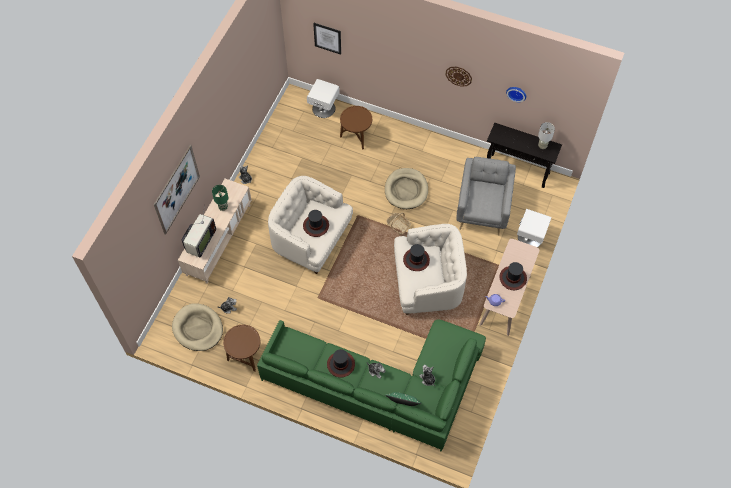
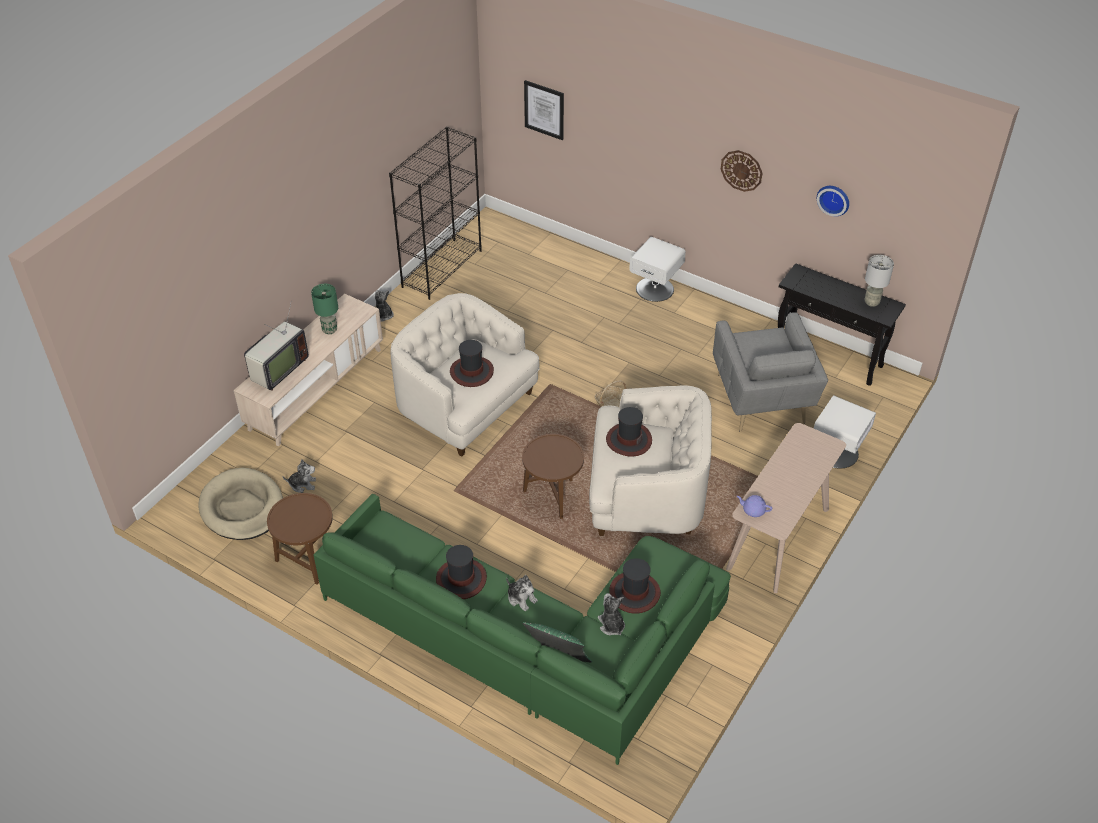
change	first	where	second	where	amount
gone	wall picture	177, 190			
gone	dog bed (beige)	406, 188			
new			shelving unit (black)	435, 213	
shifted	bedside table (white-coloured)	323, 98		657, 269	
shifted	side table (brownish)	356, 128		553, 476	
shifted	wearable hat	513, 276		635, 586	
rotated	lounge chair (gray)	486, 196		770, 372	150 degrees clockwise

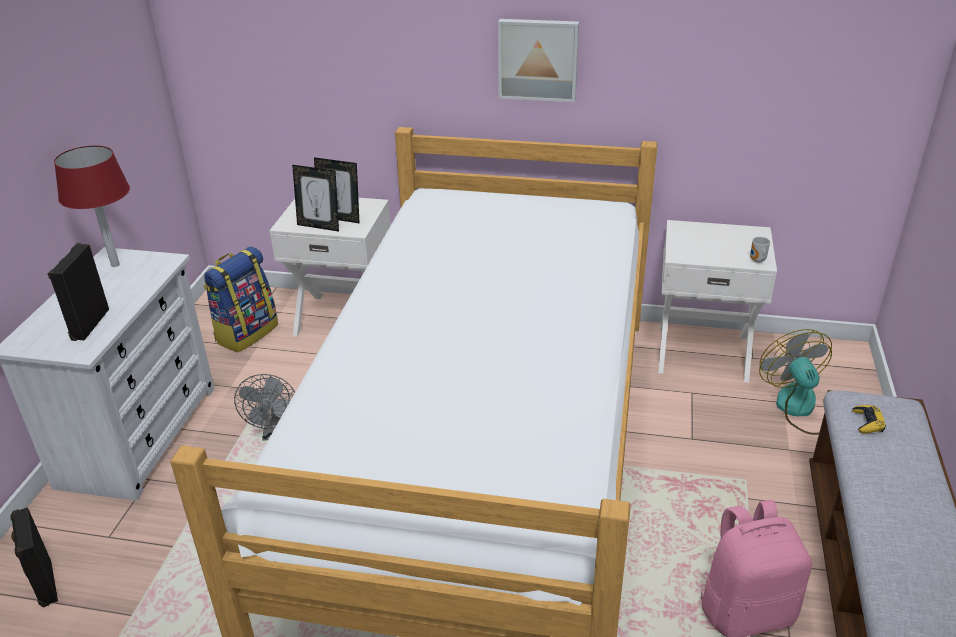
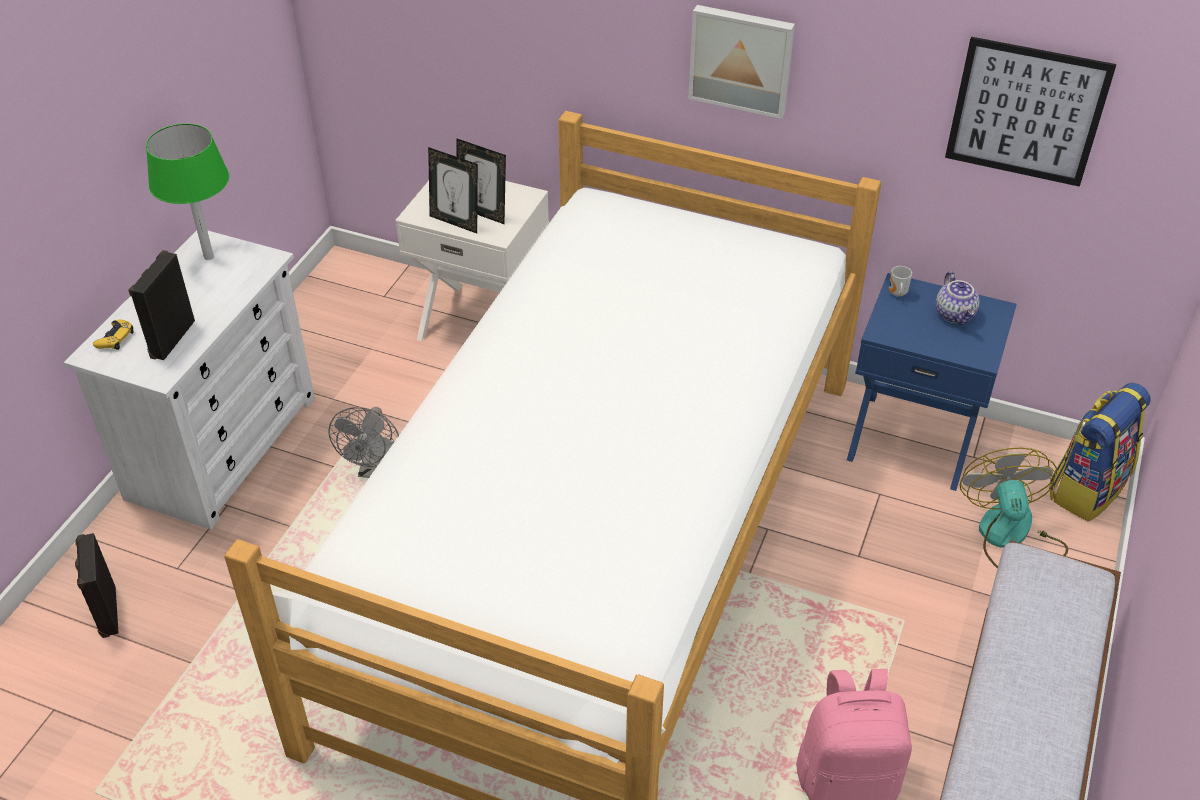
change	first	where	second	where	amount
new			teapot	958, 298	
new			wall picture	1031, 112	
shifted	knapsack	240, 299		1100, 452	
shifted	tea mug	760, 250		900, 281	
shifted	gamepad (yellowish)	869, 419		113, 334	
repainted	lamp for a table (reddish)	92, 206	lamp for a table (green)	187, 191	
repainted	bedside table (white-coloured)	717, 301	bedside table (bluish)	932, 382	

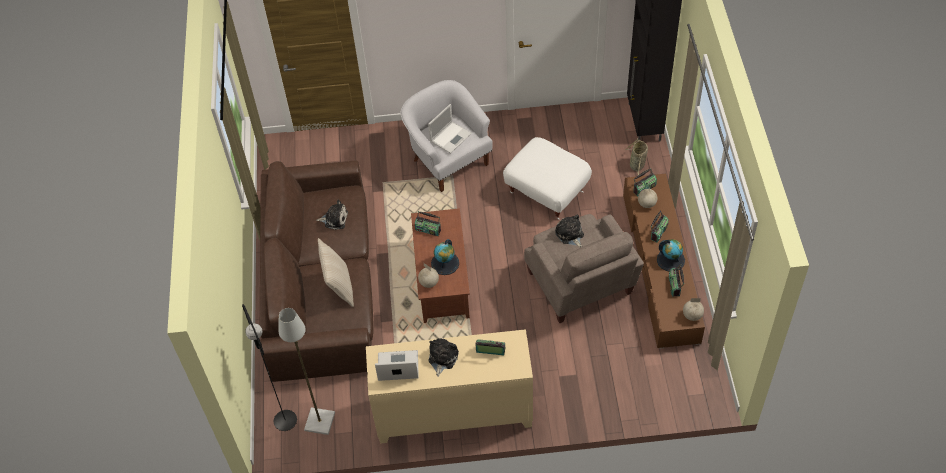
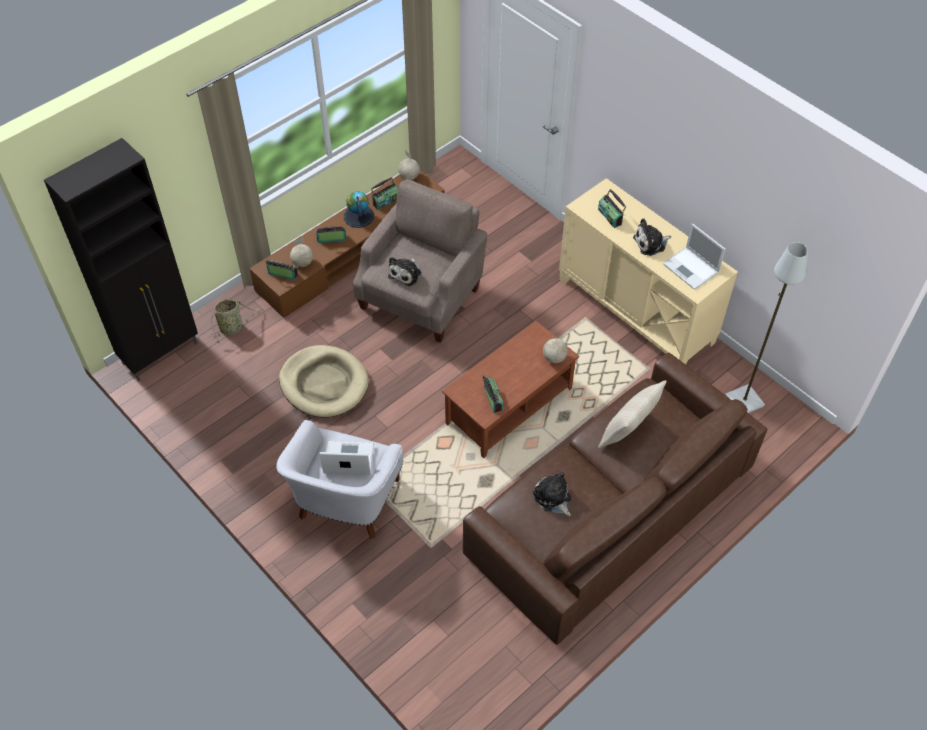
change	first	where	second	where	amount
gone	standing lamp (black)	269, 367			
gone	world globe	445, 257			
swapped	pouffe (white-coloured)	547, 178	dog bed (beige)	324, 381	

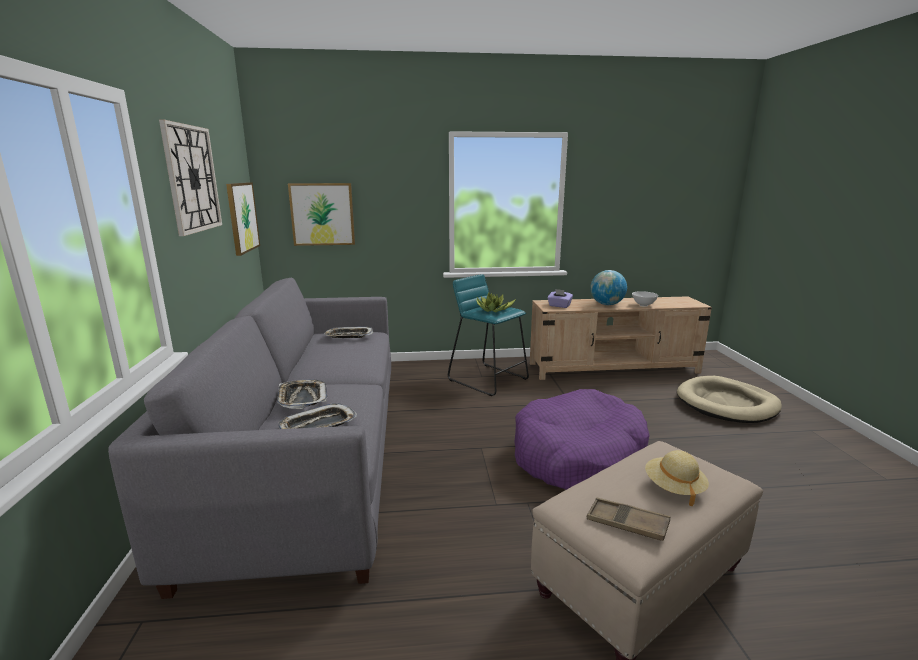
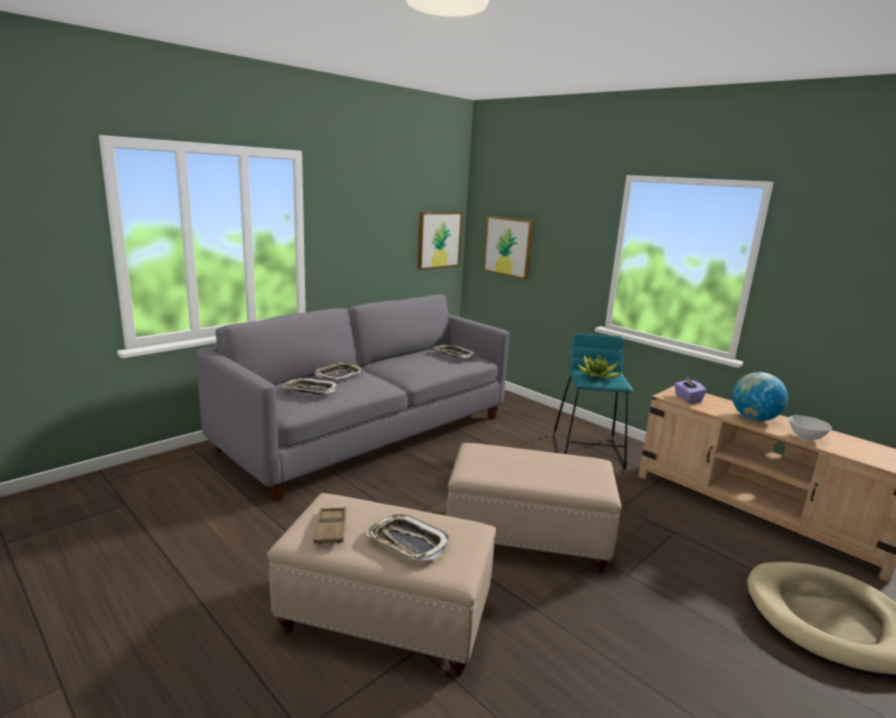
change	first	where	second	where	amount
gone	wall clock	190, 178			
swapped	dog bed (purple-coloured)	582, 439	pouffe (beige)	534, 508	
swapped	wearable hat (beige)	677, 478	tray	408, 537	

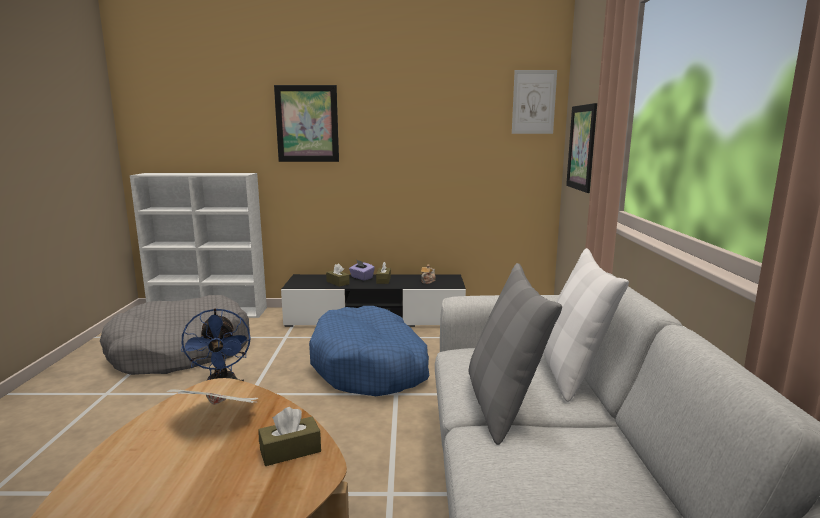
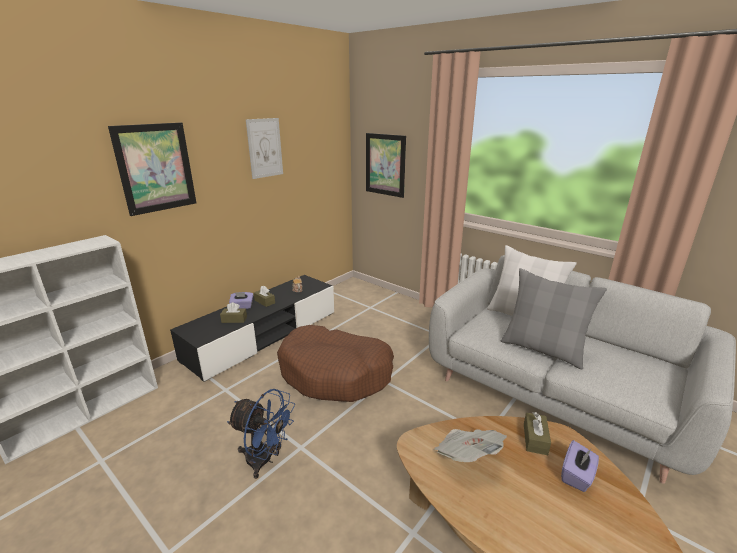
change	first	where	second	where	amount
gone	dog bed (gray)	175, 335			
new			tissue holder (purple-coloured)	580, 466	
shifted	wall picture	534, 102		264, 148	
repainted	dog bed (bluish)	369, 351	dog bed (brownish)	335, 363	

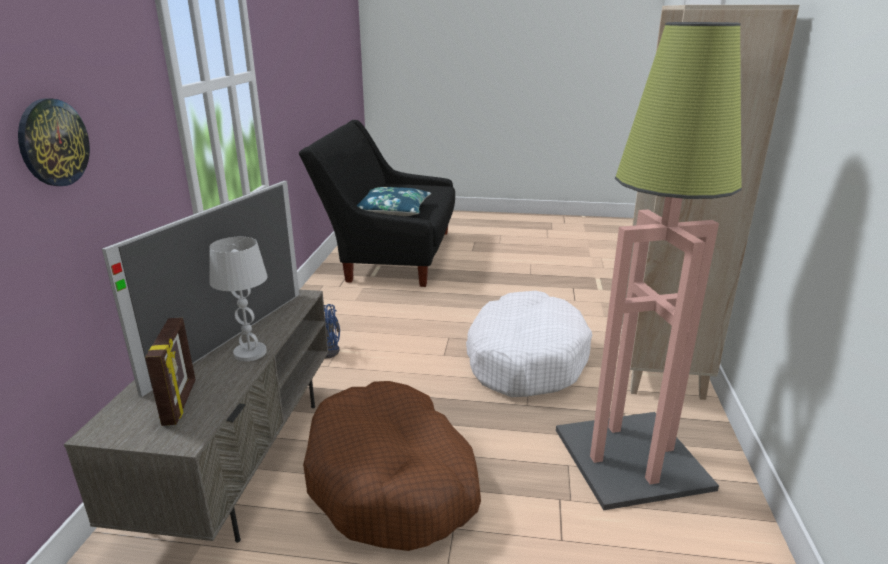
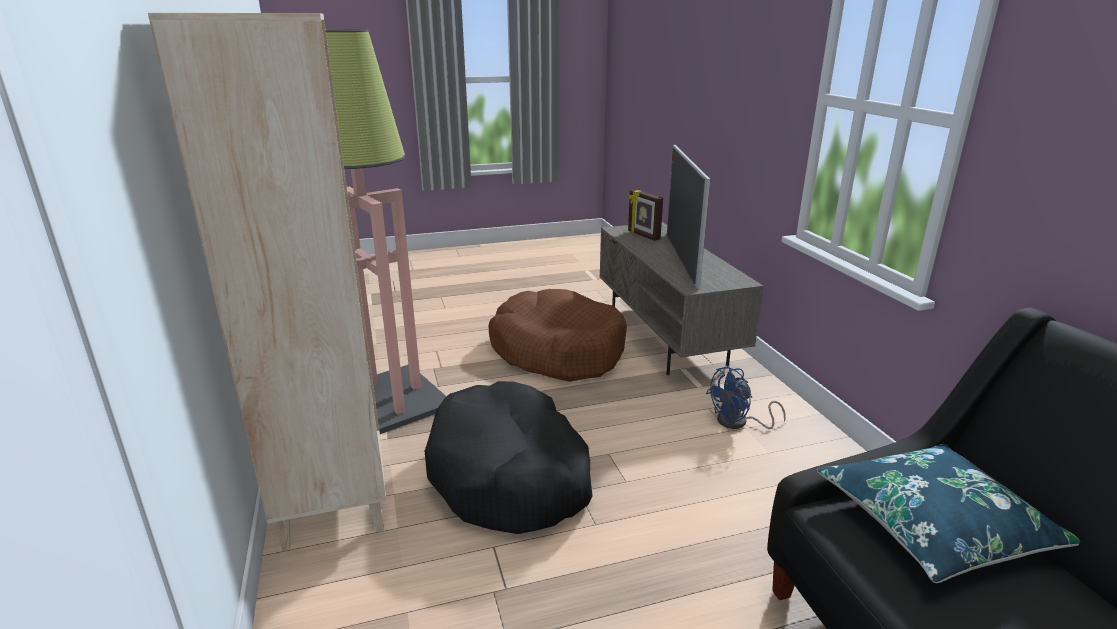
change	first	where	second	where	amount
gone	wall clock	54, 142			
gone	lamp for a table (white-coloured)	238, 299			
repainted	dog bed (white-coloured)	529, 344	dog bed (black)	509, 457	

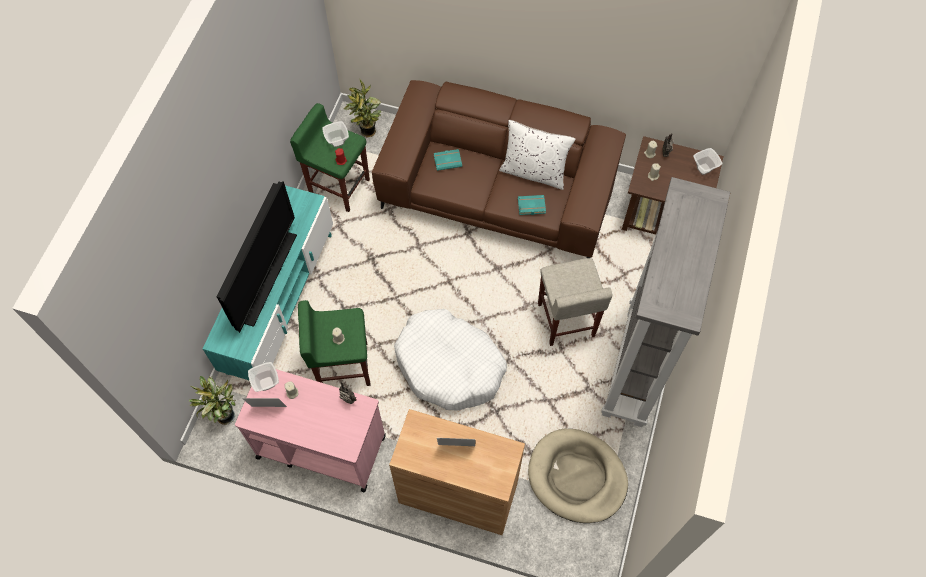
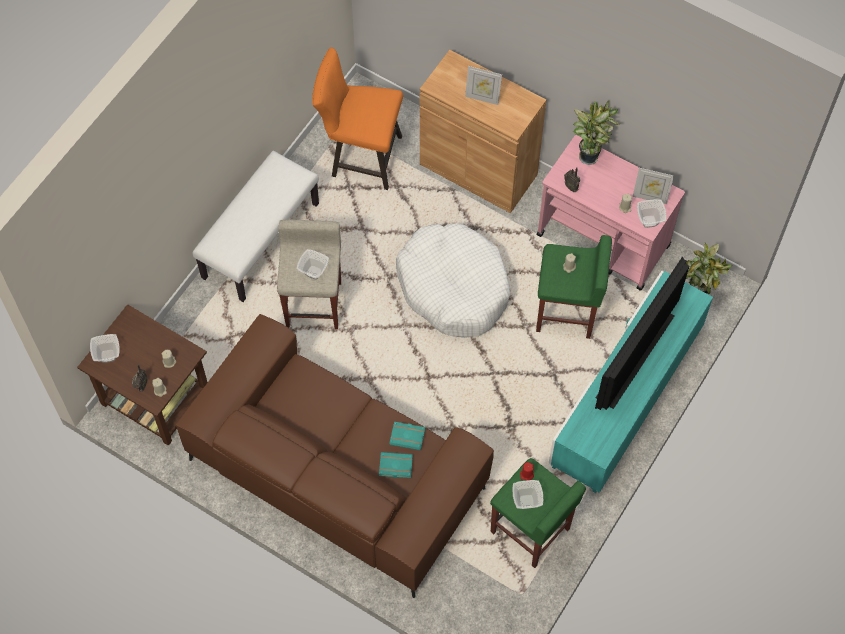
change	first	where	second	where	amount
gone	pillow (white-coloured)	537, 155			
new			bowl	312, 264	
shifted	houseplant	362, 108		597, 133	
shifted	book (turquoise-coloured)	532, 205		407, 436	
swapped	dog bed (beige)	578, 476	sitting stool (orange)	357, 118	
swapped	shelving unit (gray)	666, 302	indoor bench (white-coloured)	255, 226	

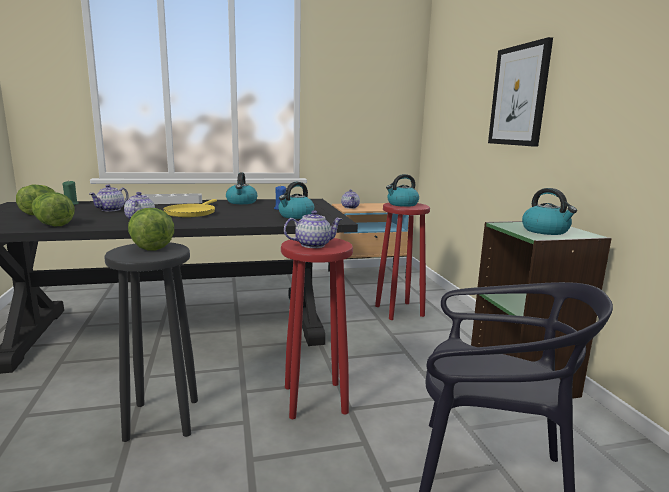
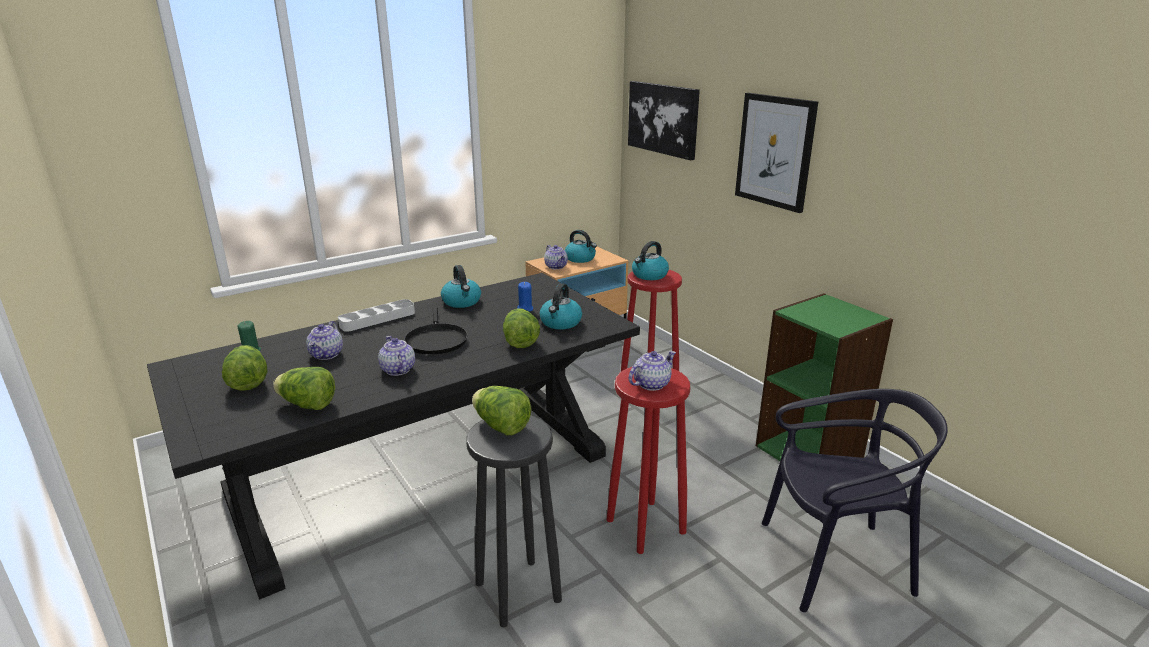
change	first	where	second	where	amount
new			head of lettuce	521, 328	
new			wall picture	664, 120	
shifted	kettle	549, 211		581, 246	
repainted	pan (yellowish)	190, 208	pan (black)	436, 331	

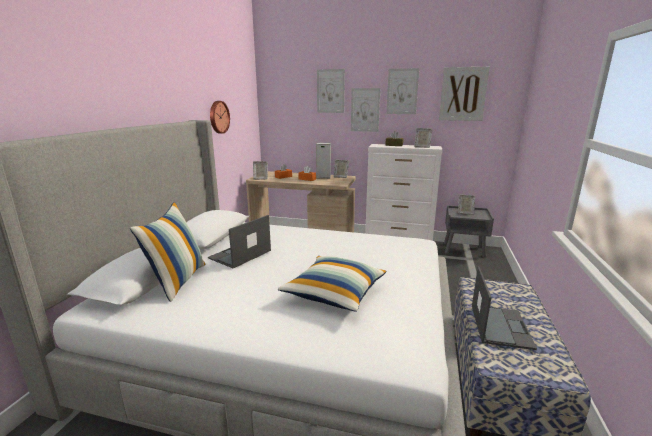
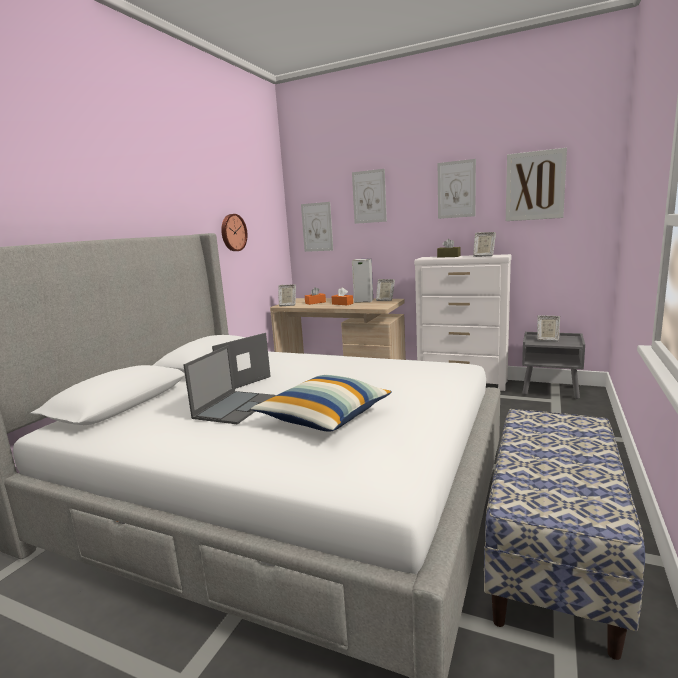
change	first	where	second	where	amount
gone	pillow	168, 252			
shifted	wall picture	365, 110		317, 227	
shifted	notebook computer	504, 308		229, 385	

